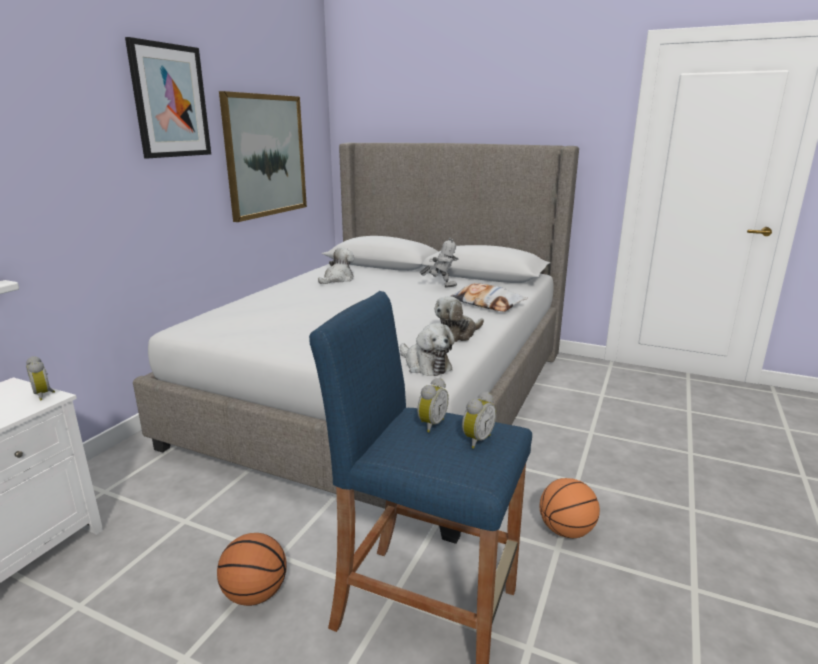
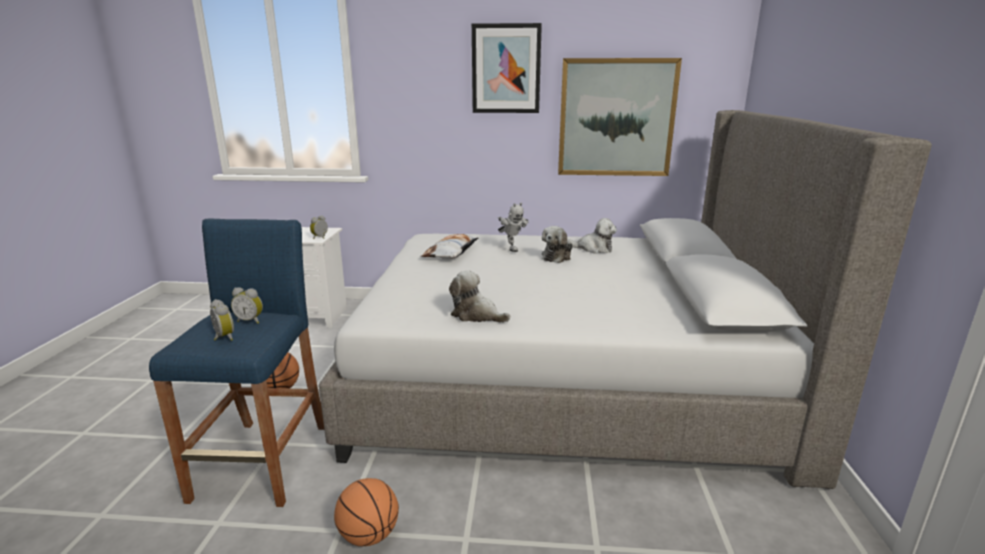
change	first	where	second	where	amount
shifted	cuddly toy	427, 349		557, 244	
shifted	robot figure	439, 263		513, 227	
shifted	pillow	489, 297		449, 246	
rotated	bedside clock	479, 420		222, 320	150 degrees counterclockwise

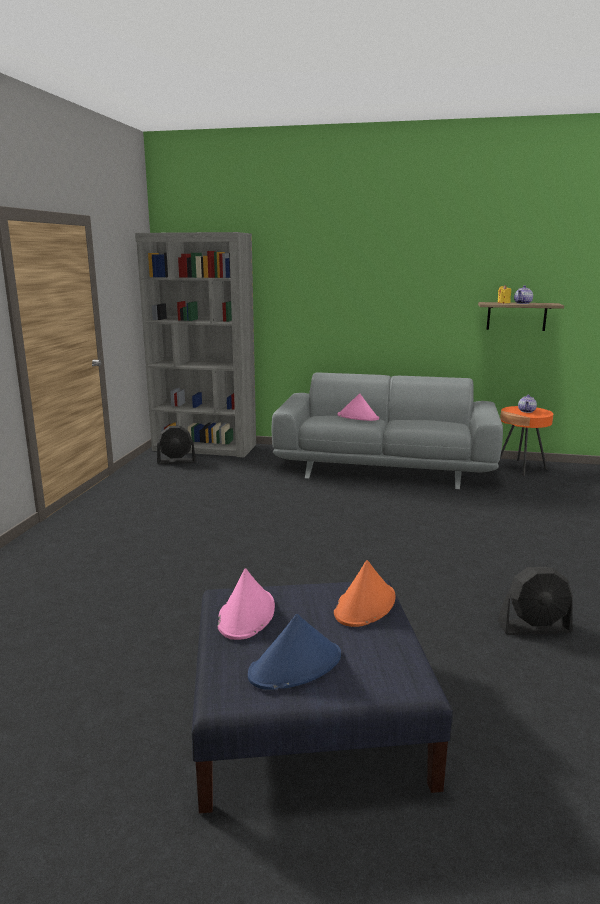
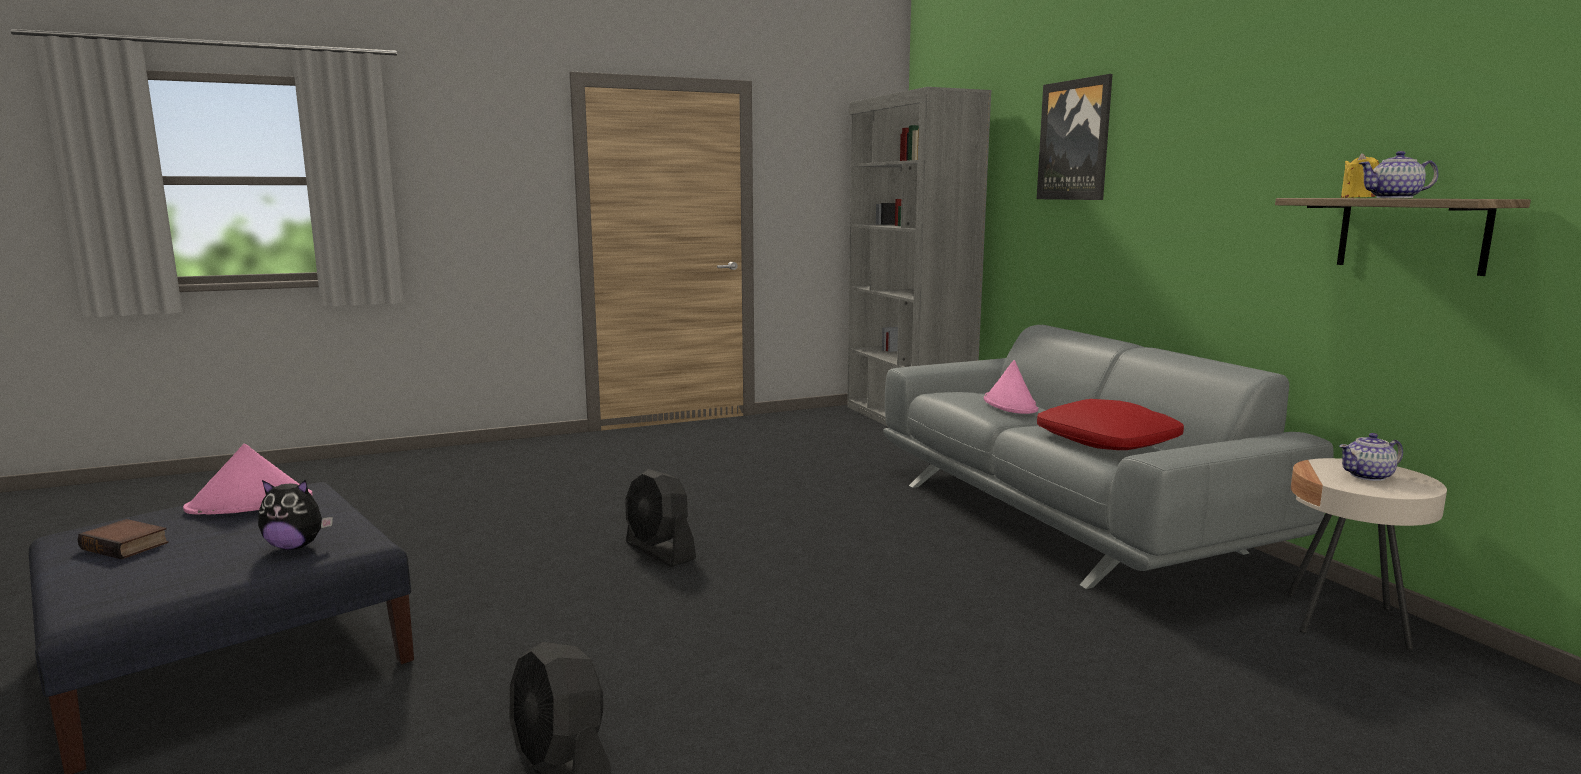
change	first	where	second	where	amount
new			wall picture	1075, 137	
new			pillow (reddish)	1110, 424	
shifted	cooling fan (black)	176, 445		660, 518	
swapped	wearable hat (bluish)	294, 652	book	123, 539	
swapped	wearable hat (orange)	364, 593	cuddly toy	295, 514	
repainted	side table (orange)	525, 441	side table (beige)	1367, 554	

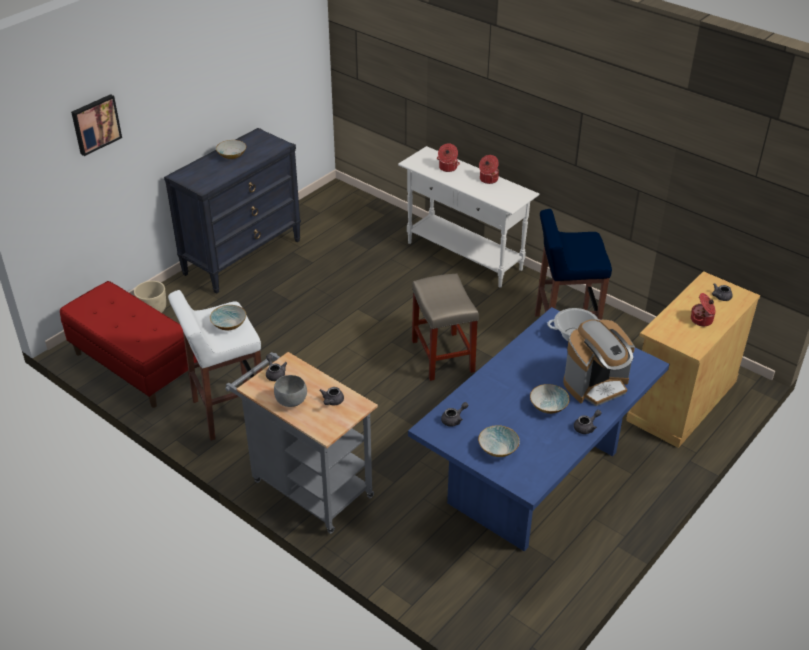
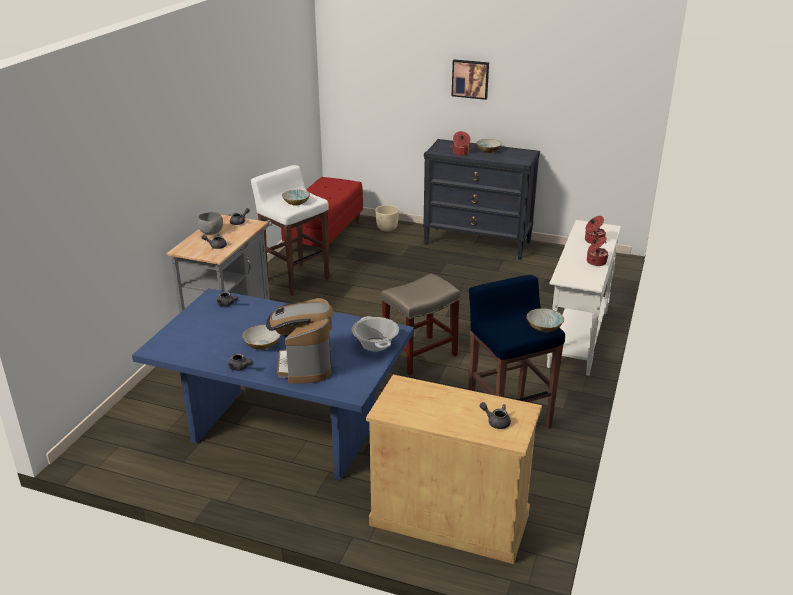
change	first	where	second	where	amount
shifted	wall picture	96, 125		470, 79	
shifted	bowl	499, 441		545, 320	
shifted	stockpot	703, 309		461, 143	
rotated	coffee brewer	599, 362		300, 341	45 degrees clockwise

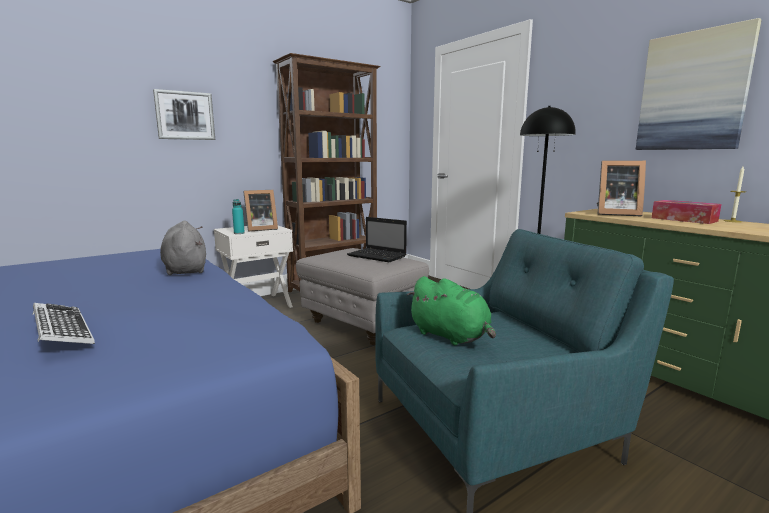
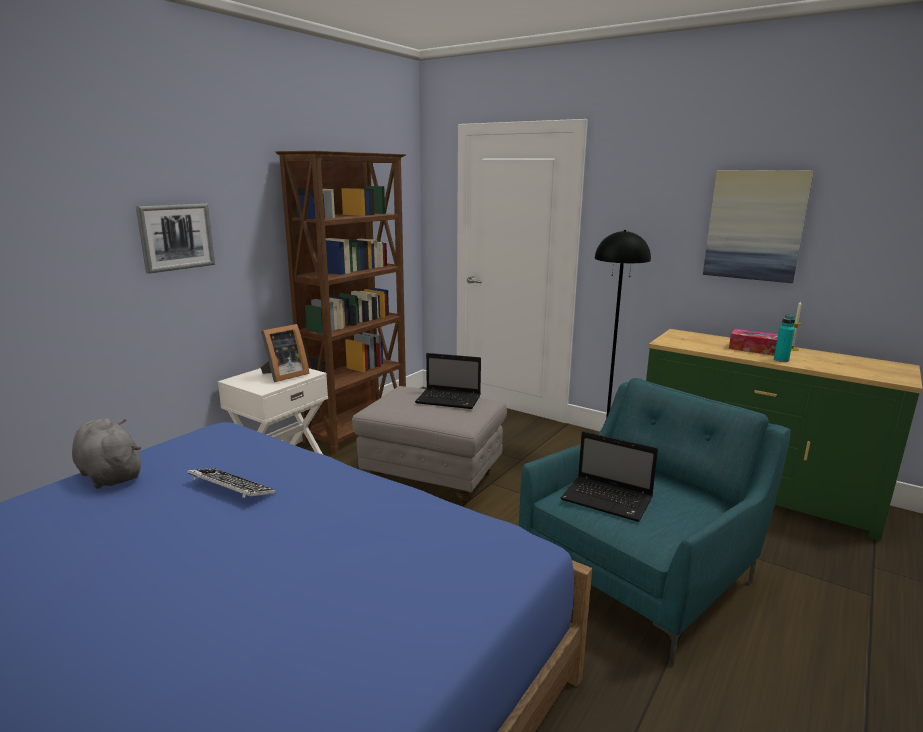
change	first	where	second	where	amount
gone	standing frame	621, 188			
shifted	computer keyboard	64, 323		231, 483	
shifted	cuddly toy (gray)	183, 248		106, 454	
shifted	drink bottle (turquoise-coloured)	238, 216		784, 338	
swapped	cuddly toy (green)	451, 310	notebook computer	609, 476	

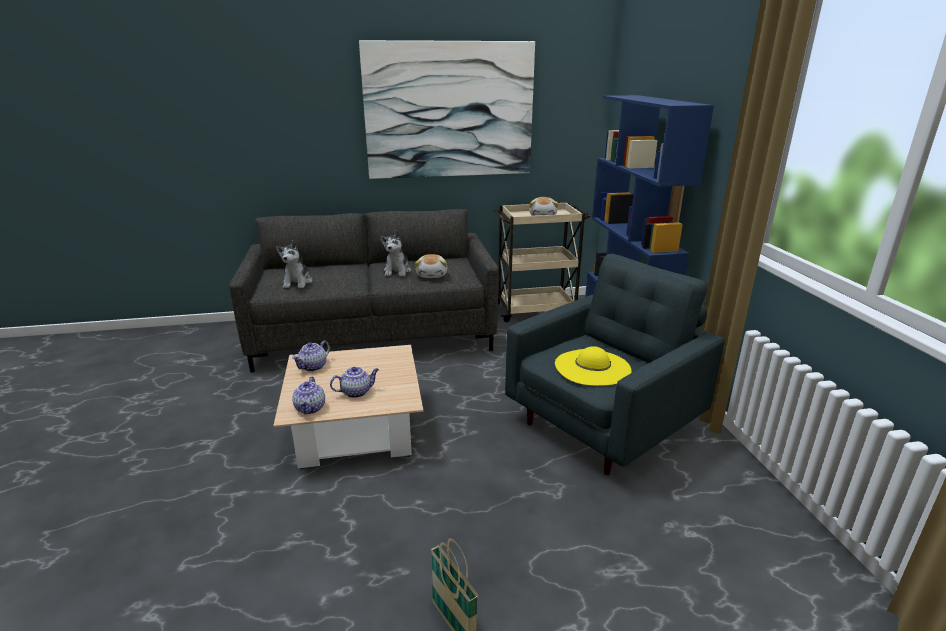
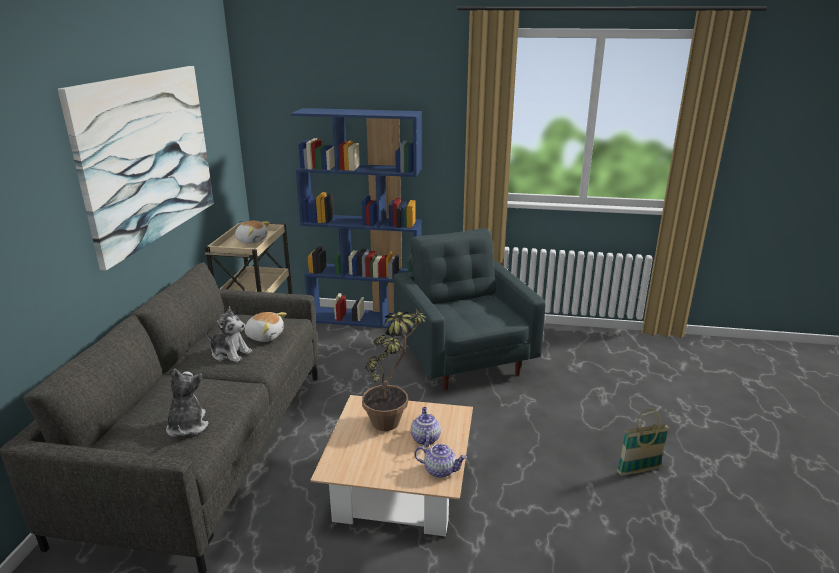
change	first	where	second	where	amount
gone	teapot	311, 356			
gone	wearable hat (yellowish)	593, 366			
new			houseplant	394, 368	
rotated	cuddly toy	294, 264		187, 403	120 degrees counterclockwise

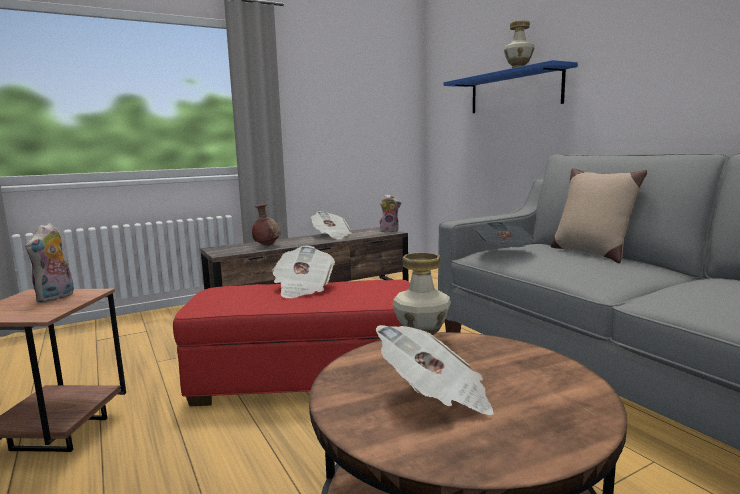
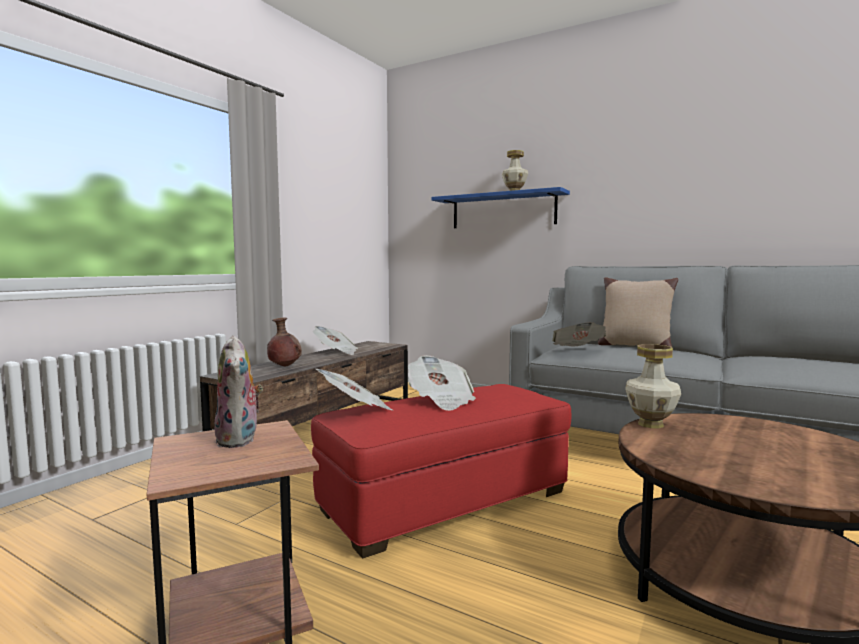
change	first	where	second	where	amount
gone	cuddly toy	390, 213			
shifted	printed paper	435, 370		354, 389	

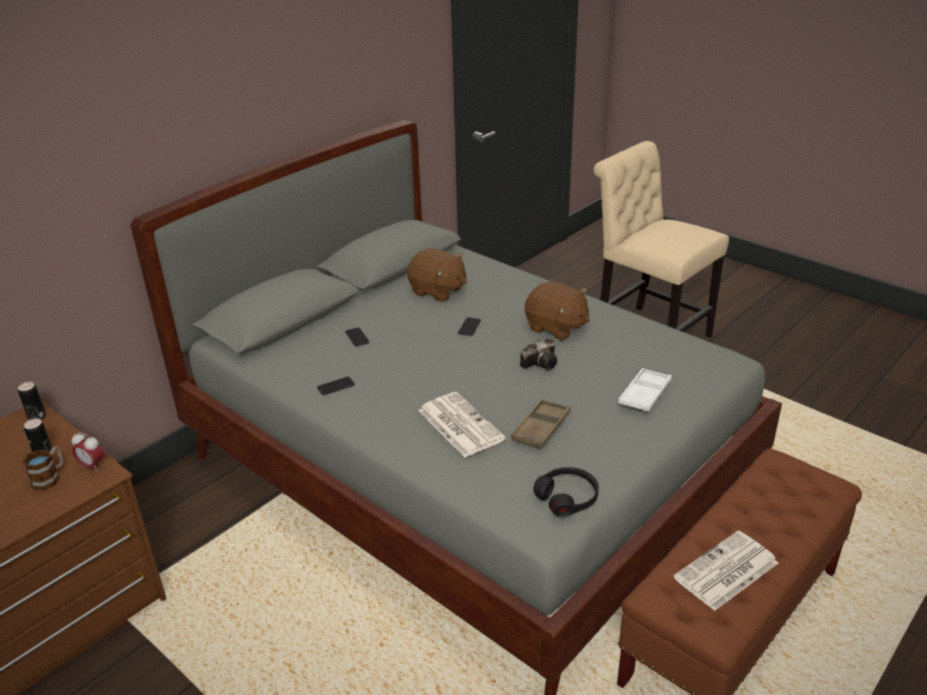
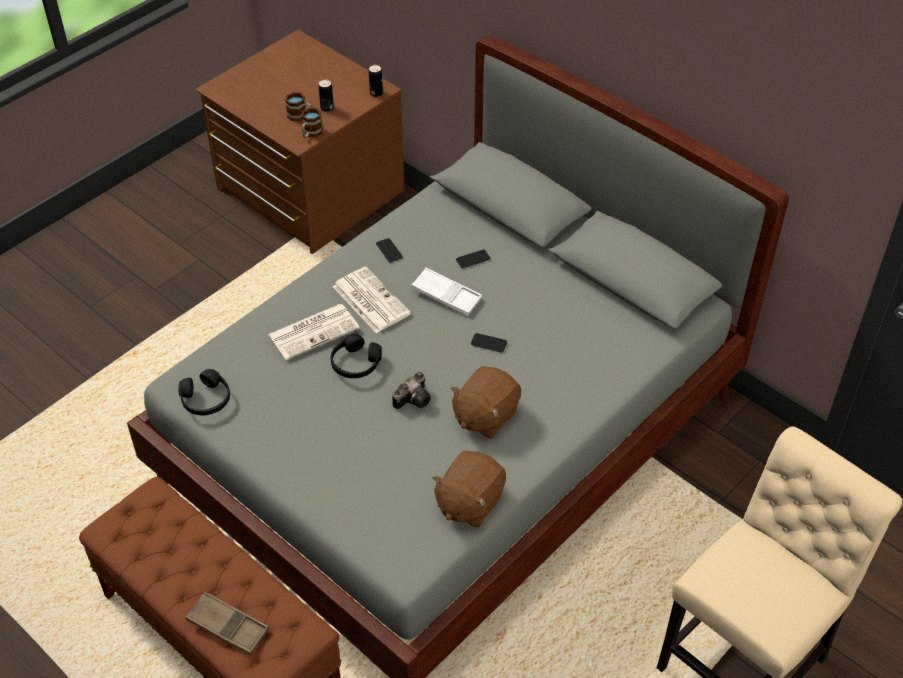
change	first	where	second	where	amount
new			headset (black)	356, 356	
shifted	cuddly toy (brownish)	437, 275		469, 489	
shifted	tray (brownish)	541, 423		227, 624	
shifted	tray (white-coloured)	645, 390		446, 292	
shifted	printed paper	725, 571		372, 300	
swapped	bedside clock	88, 451	tea mug	312, 123	
rotated	still camera	538, 354		411, 390	105 degrees counterclockwise

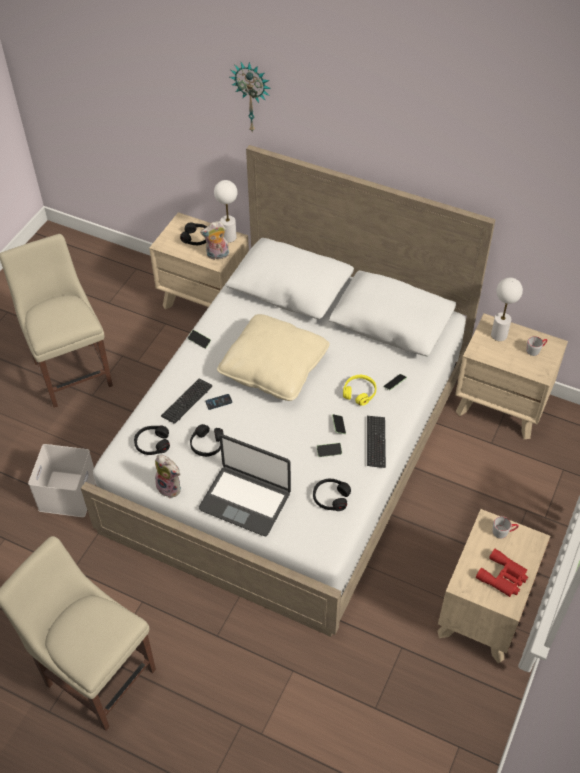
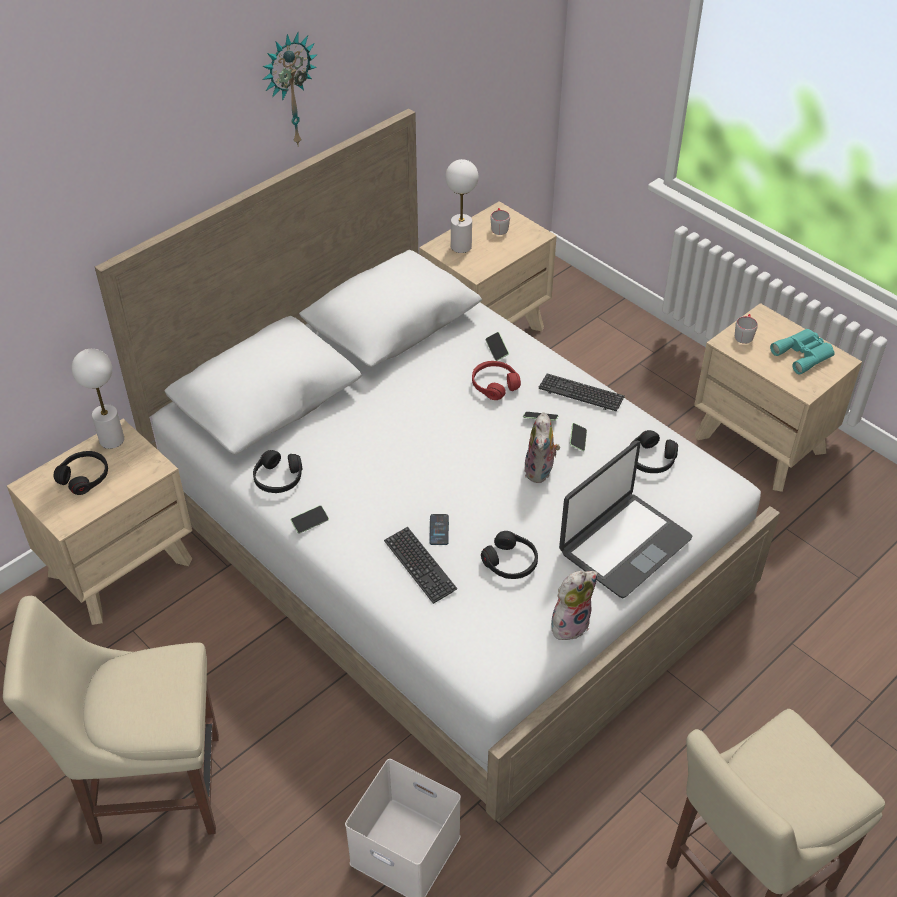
change	first	where	second	where	amount
gone	pillow (beige)	273, 357			
shifted	headset (black)	152, 440		277, 471	
shifted	cuddly toy	214, 240		542, 447	
shifted	wall clock	250, 96		290, 89	
repainted	headset (yellowish)	359, 390	headset (reddish)	496, 380	
repainted	binoculars (reddish)	502, 573	binoculars (turquoise-coloured)	802, 352	

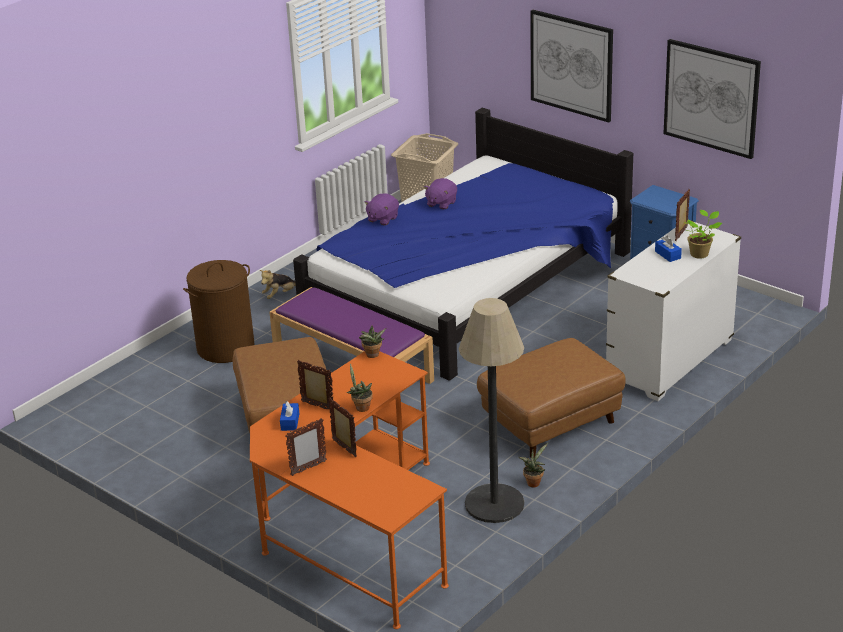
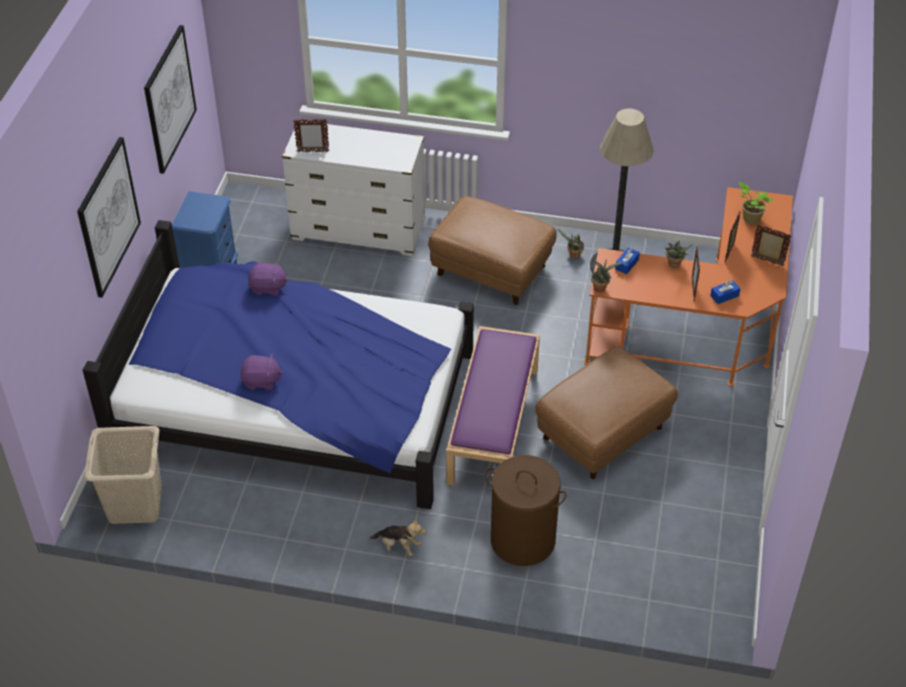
change	first	where	second	where	amount
shifted	cuddly toy (purple-coloured)	382, 209		268, 279	
shifted	tissue holder (bluish)	668, 249		627, 260	
shifted	houseplant	703, 234		755, 203	

